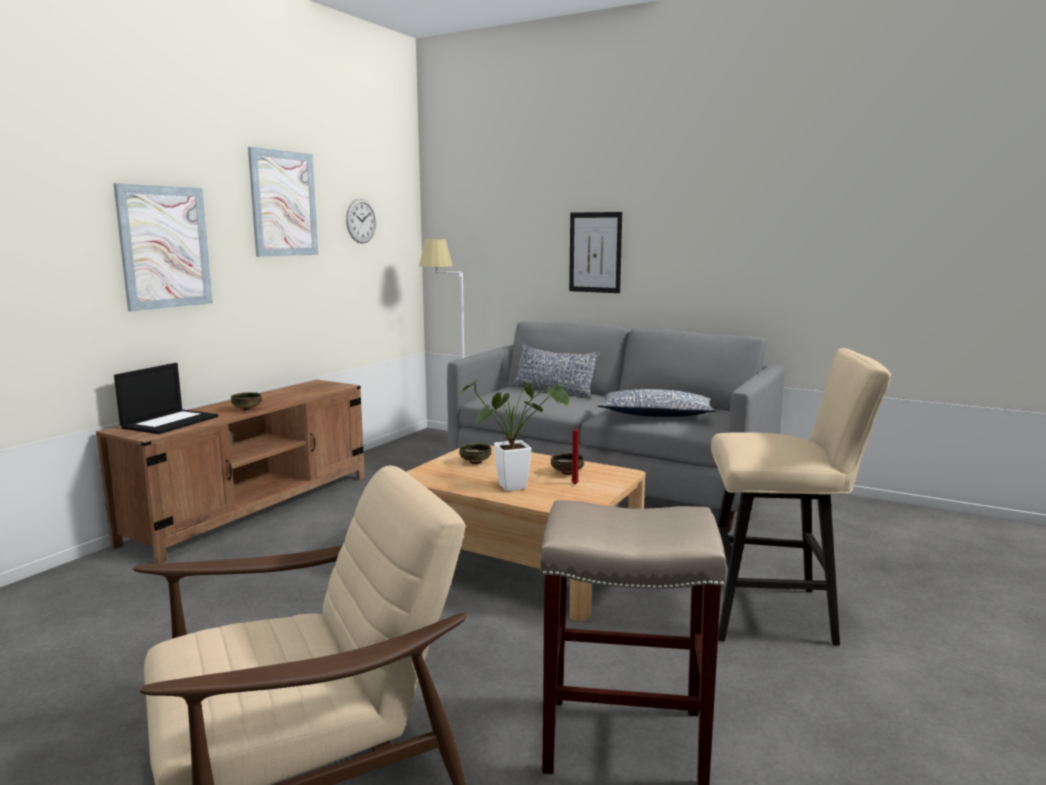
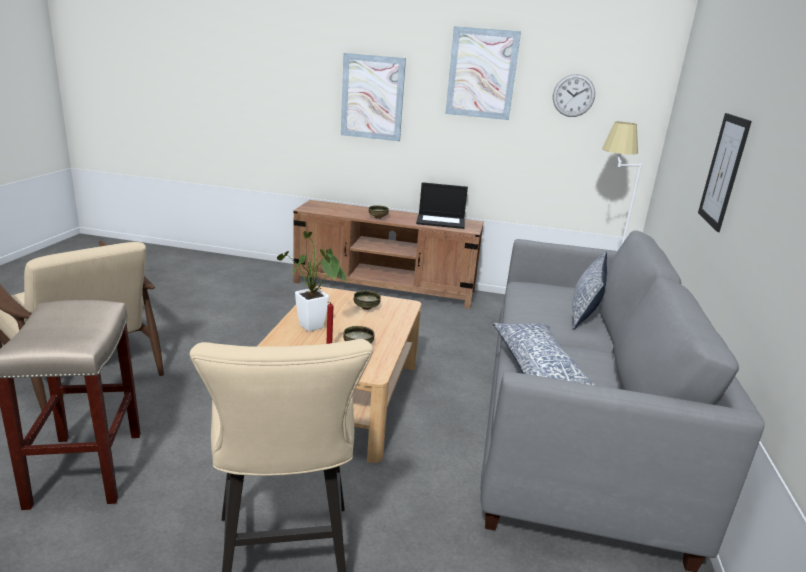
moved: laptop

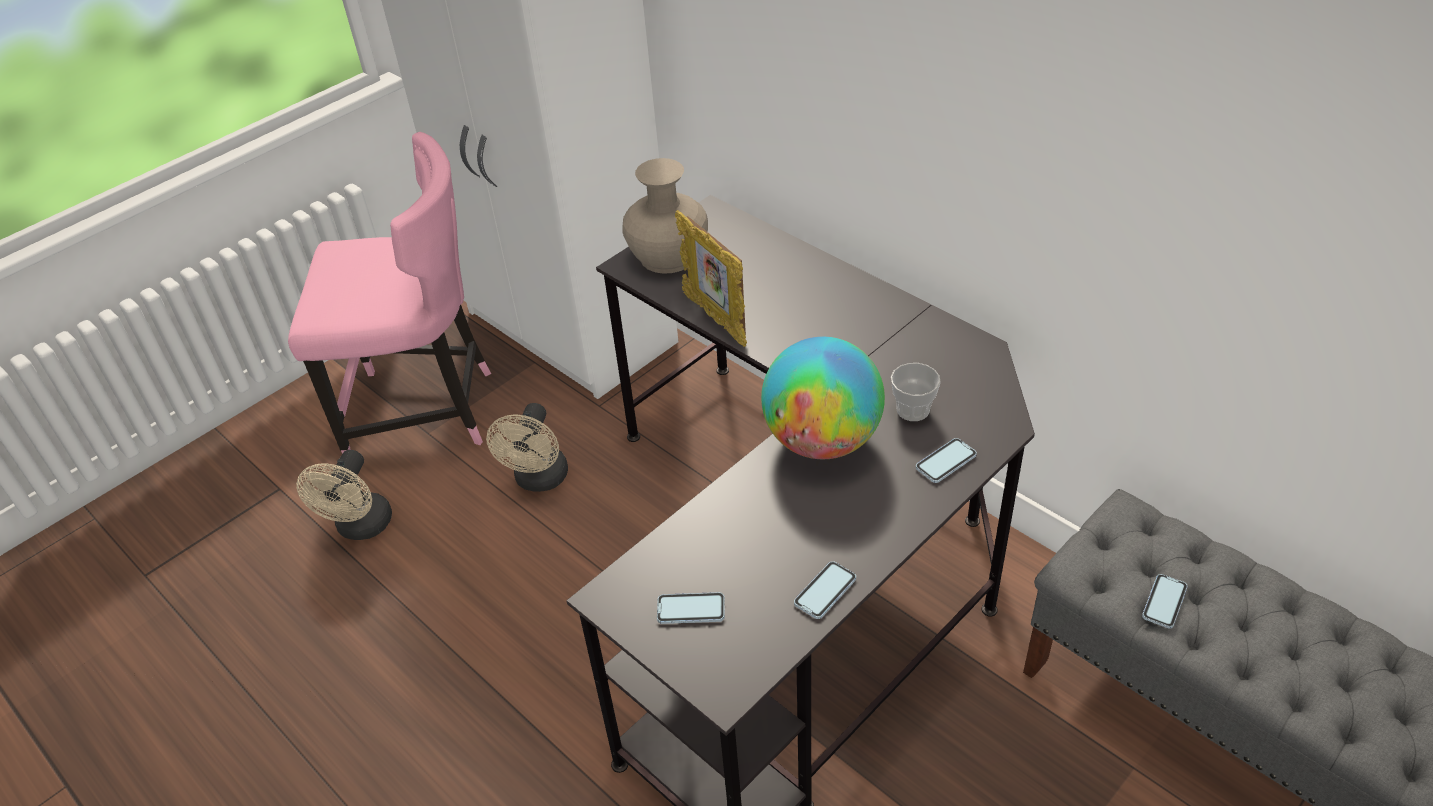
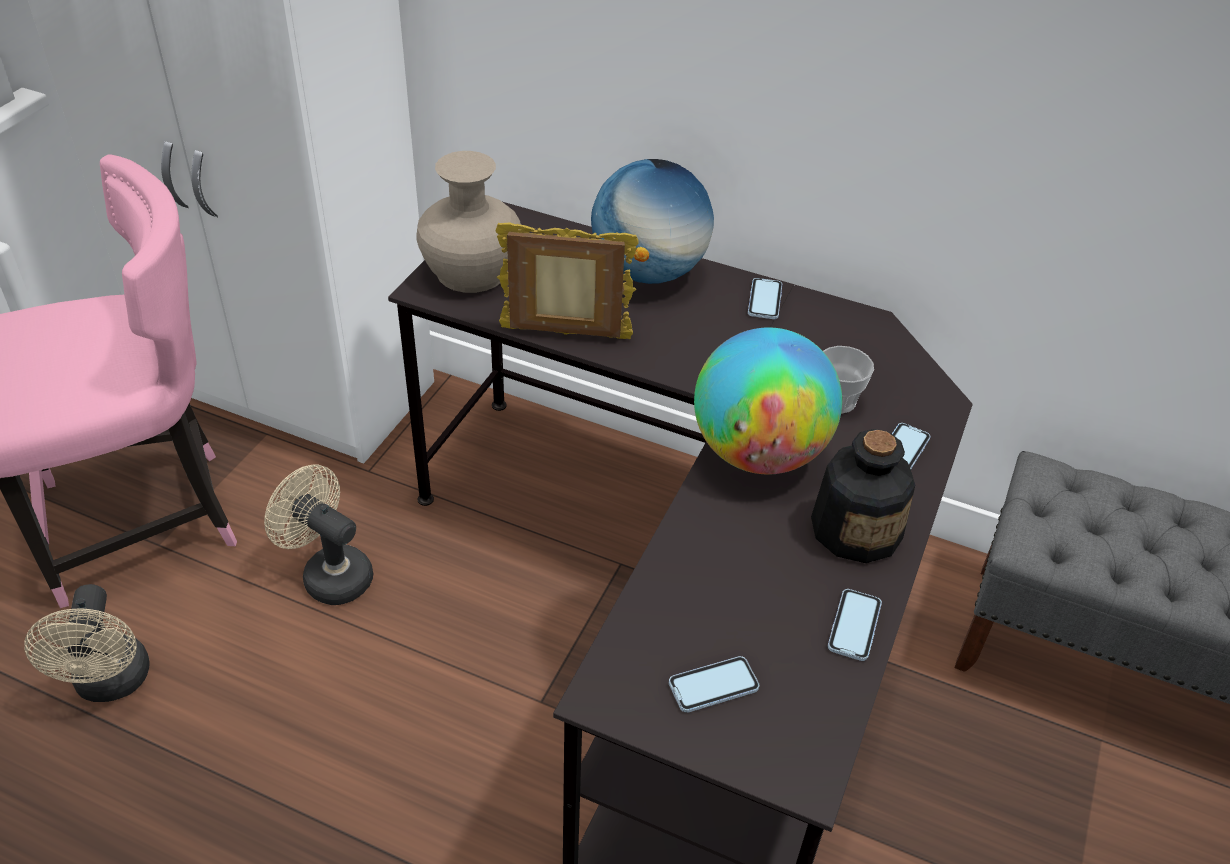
added: globus (1st from left); butelka
moved: telefon (4th from left in the first image) to telefon (2nd from left)
turned: wentylator [beżowy] (2nd from left) 135 degrees clockwise; ramka na zdjęcie 150 degrees clockwise

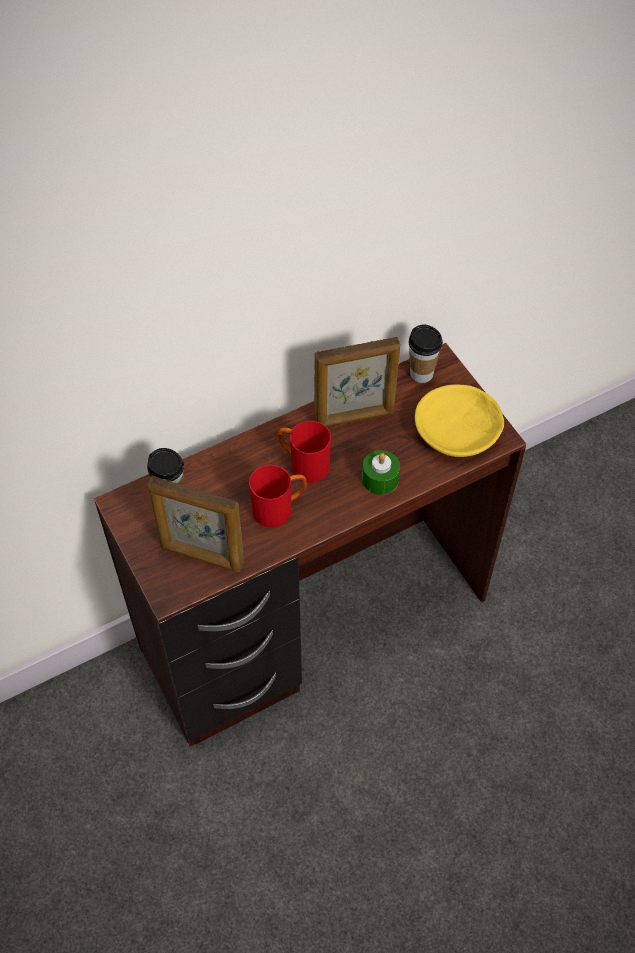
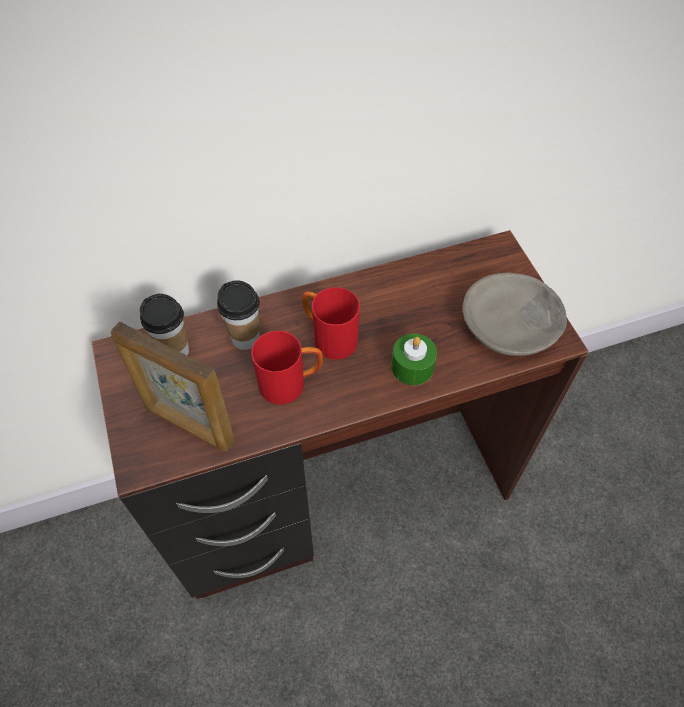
removed: ramka na zdjęcie (2nd from left)
moved: filiżanka (2nd from left)
recoloured: miska [żółty] to miska [szary]

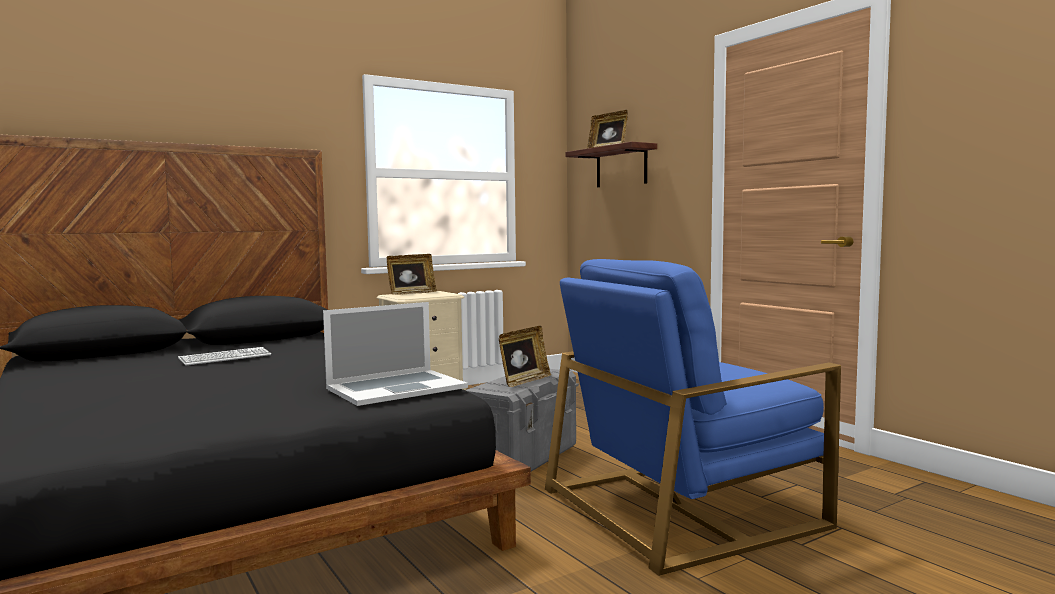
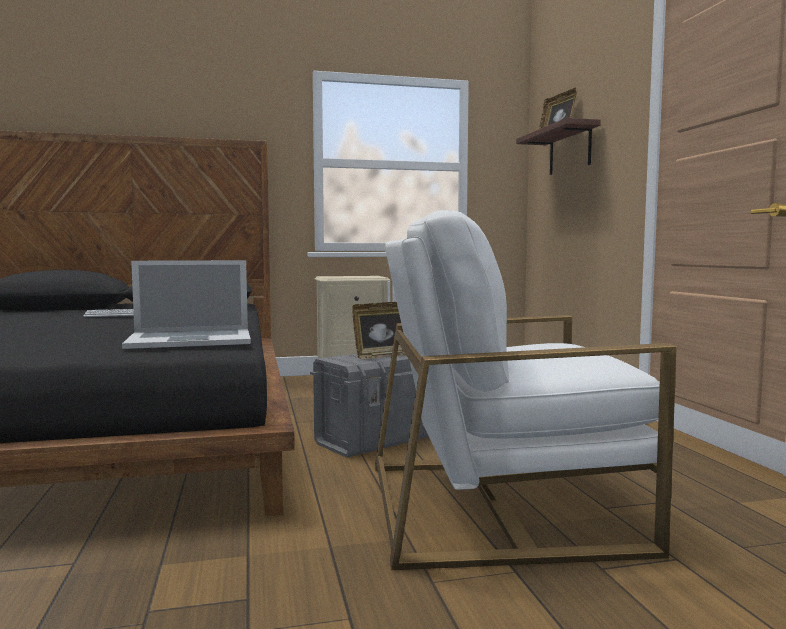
removed: ramka na zdjęcie (1st from left)
recoloured: fotel [niebieski] to fotel [biały]

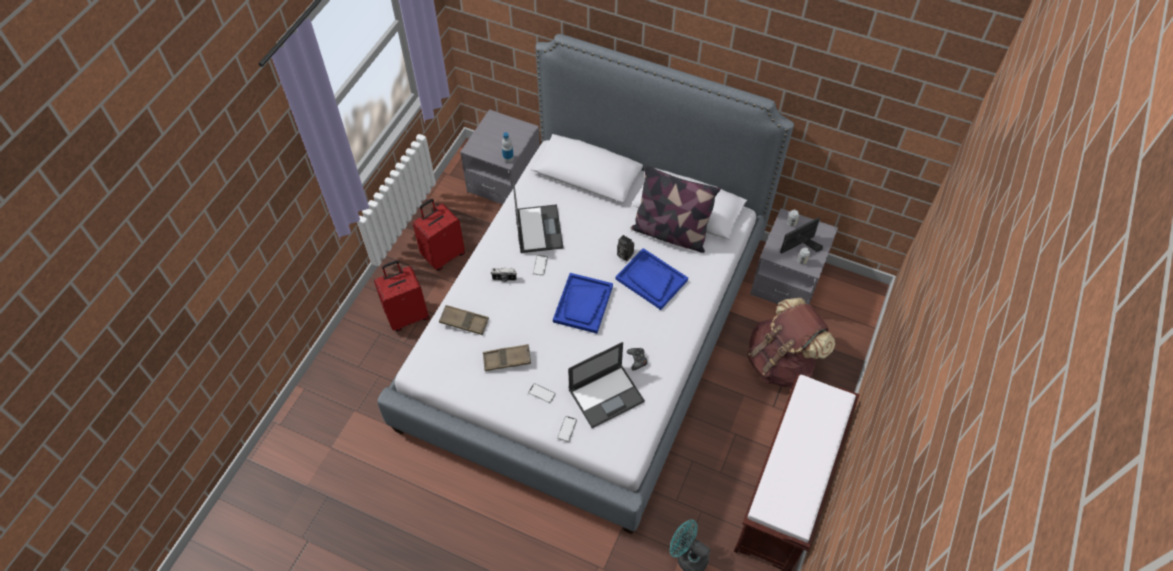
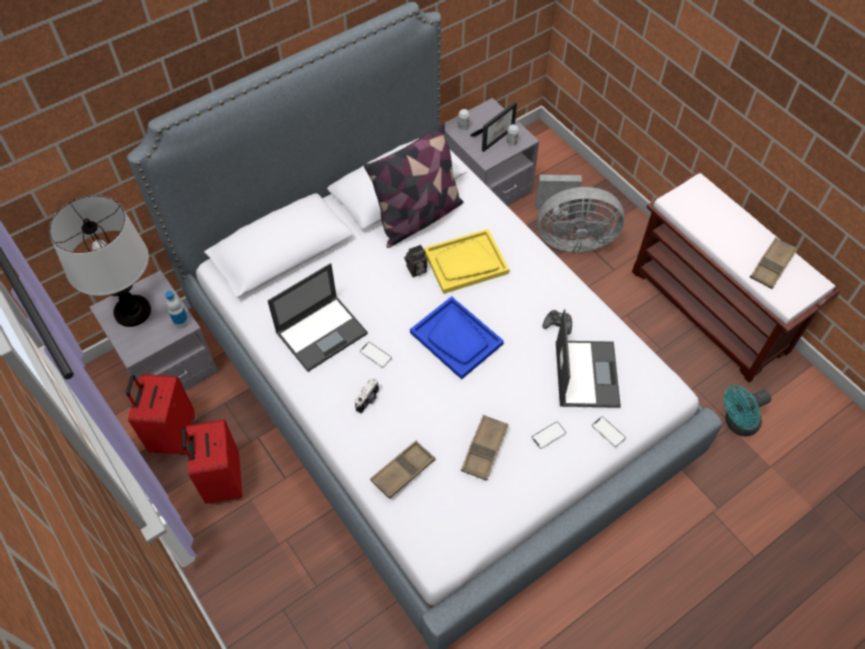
added: lampa stołowa; taca [brązowy] (3rd from left)
moved: walizka [czerwony] (1st from left)
replaced: plecak [brązowy] to wentylator [szary]
recoloured: taca [niebieski] (2nd from left) to taca [żółty]
turned: laptop (1st from left) 120 degrees clockwise; ramka na zdjęcie 135 degrees counterclockwise

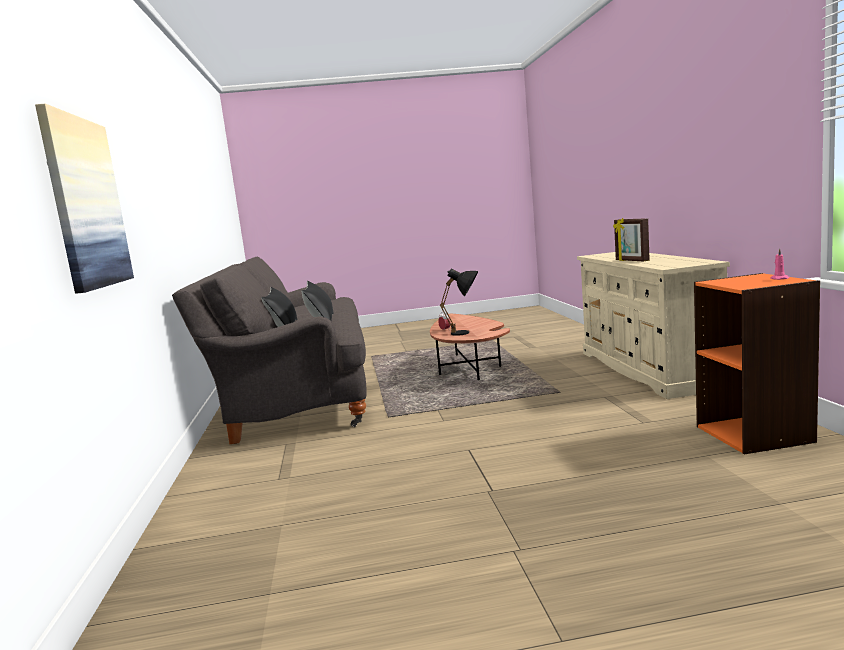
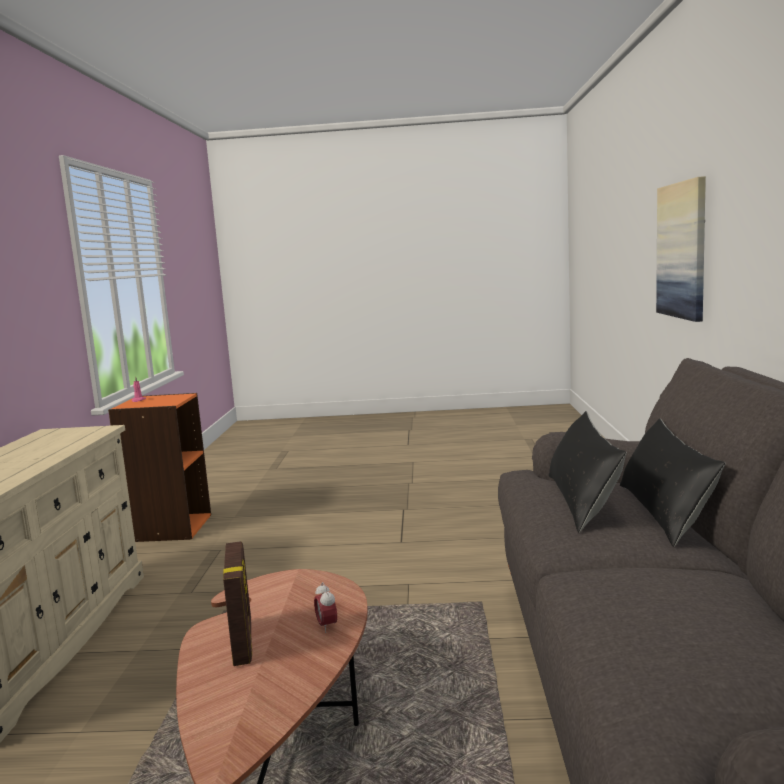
removed: lampa stołowa [czarny]
moved: ramka na zdjęcie

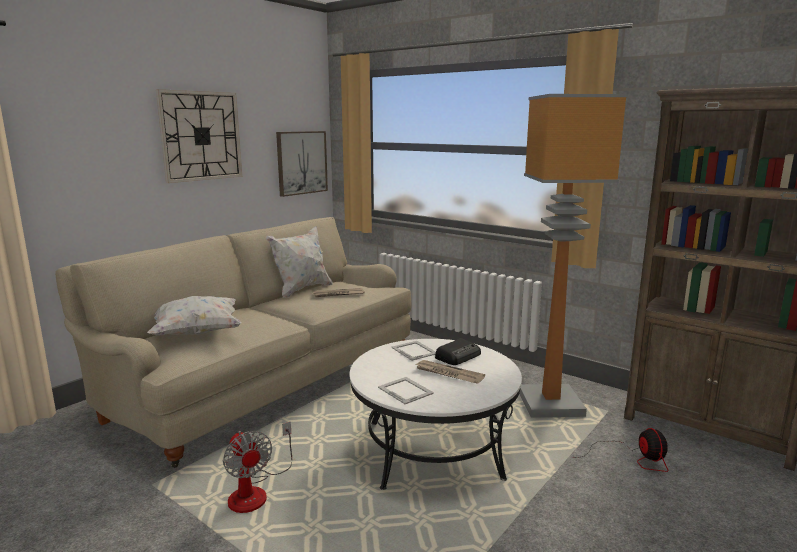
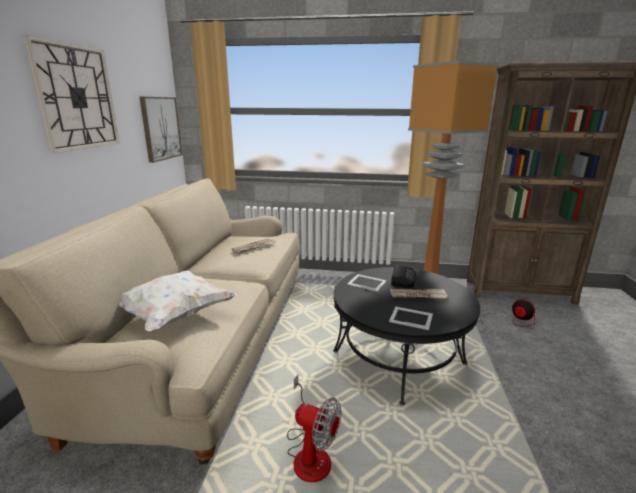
removed: poduszka [biały] (2nd from left)
recoloured: ława [biały] to ława [czarny]

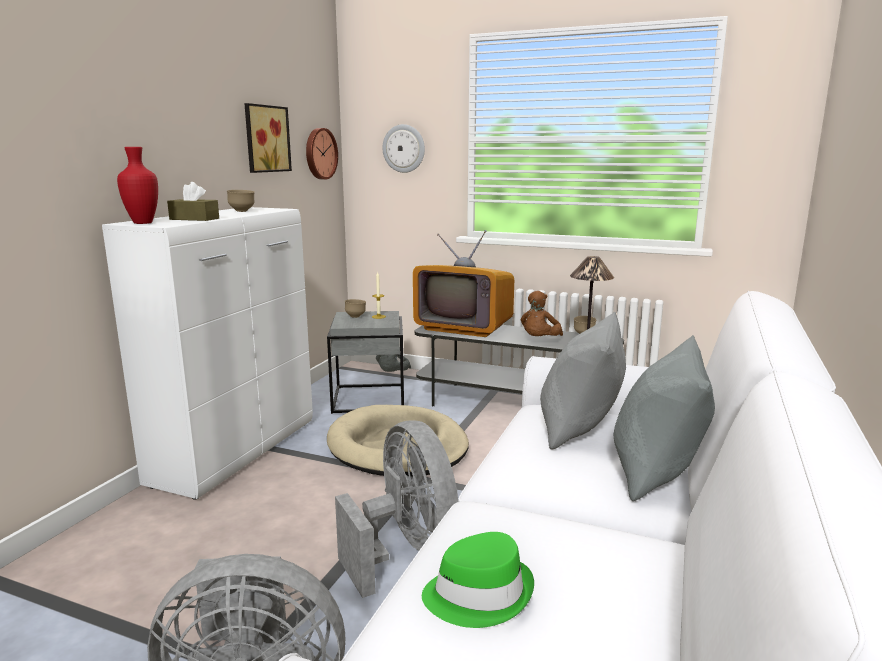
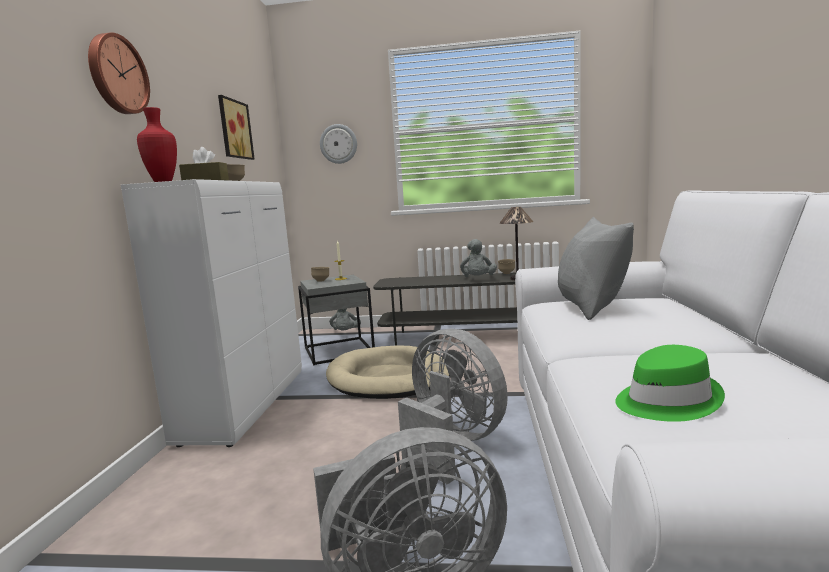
removed: telewizor; poduszka [szary] (2nd from left)
moved: zegar ścienny (1st from left)
recoloured: pluszak [brązowy] to pluszak [szary] (2nd from left)

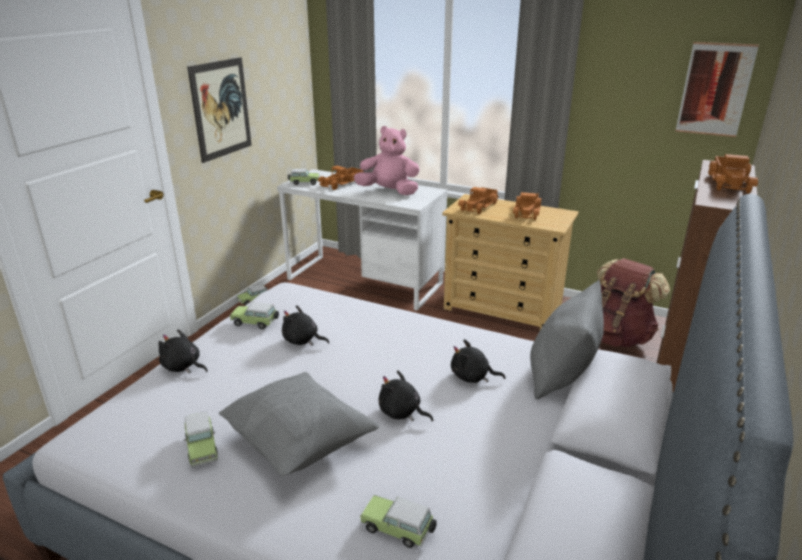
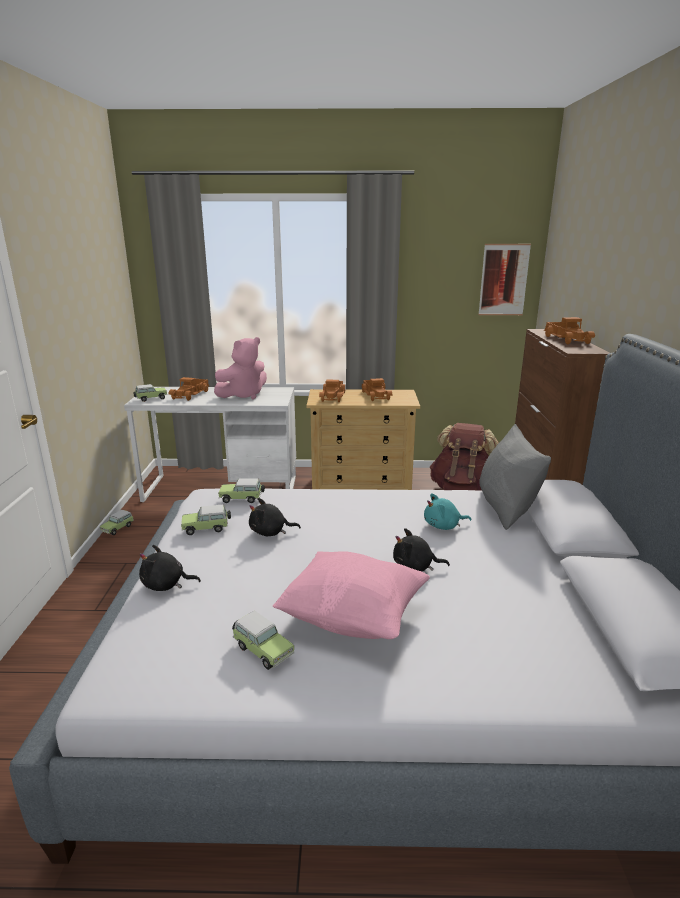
removed: obraz (1st from left)
moved: samochodzik (5th from left in the first image) to samochodzik (4th from left)
recoloured: poduszka [szary] (1st from left) to poduszka [różowy]; pluszak [czarny] (4th from left) to pluszak [turkusowy]
turned: pluszak [różowy] 150 degrees clockwise

